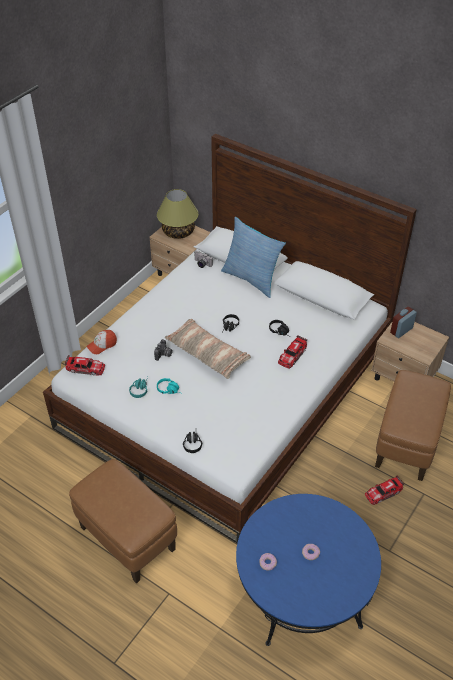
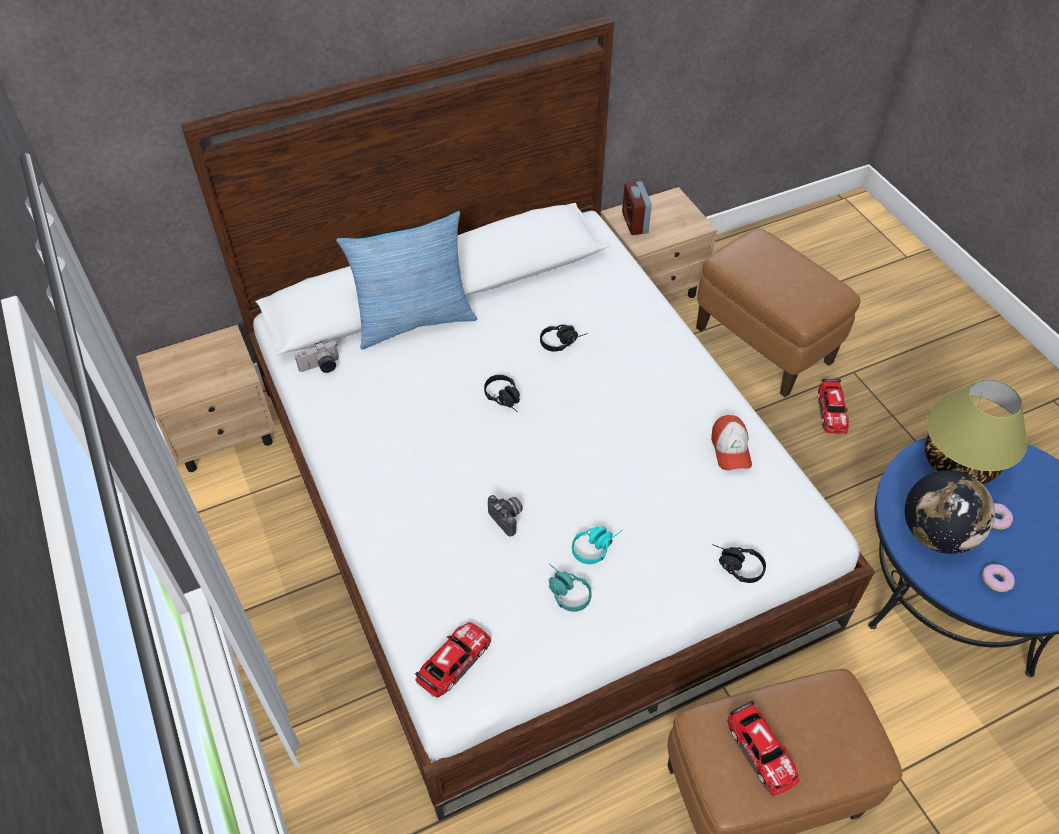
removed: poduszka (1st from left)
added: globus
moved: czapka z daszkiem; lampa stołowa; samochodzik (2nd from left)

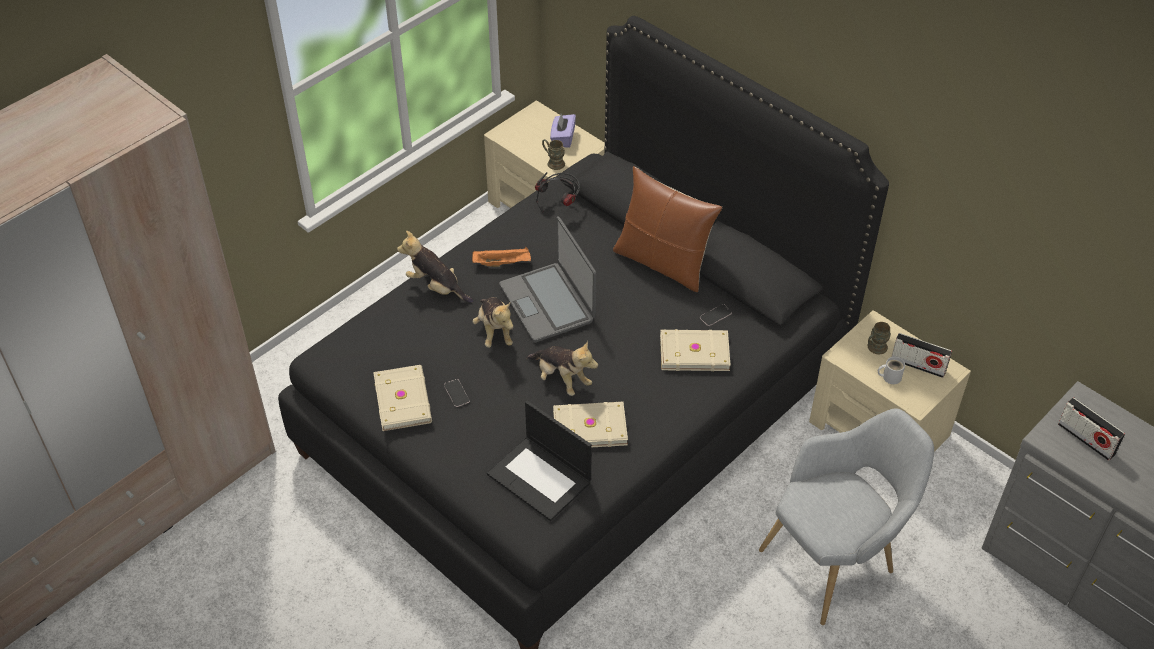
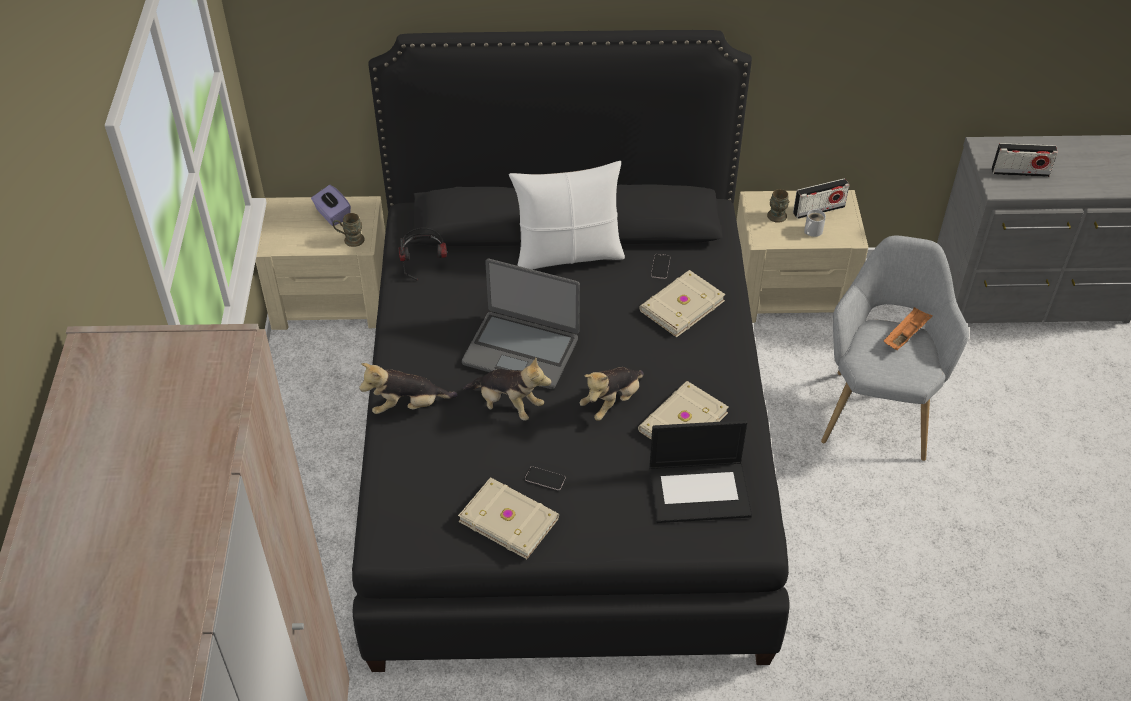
moved: taca [pomarańczowy]
recoloured: poduszka [brązowy] to poduszka [biały]
turned: pluszak (3rd from left) 135 degrees clockwise

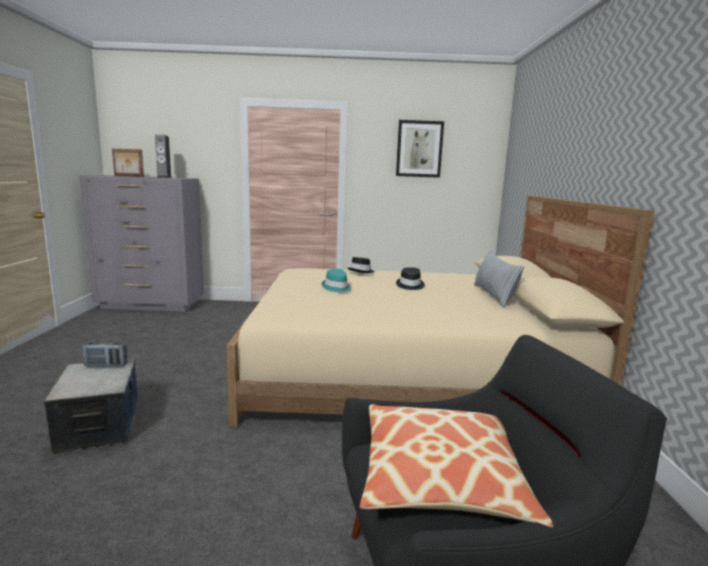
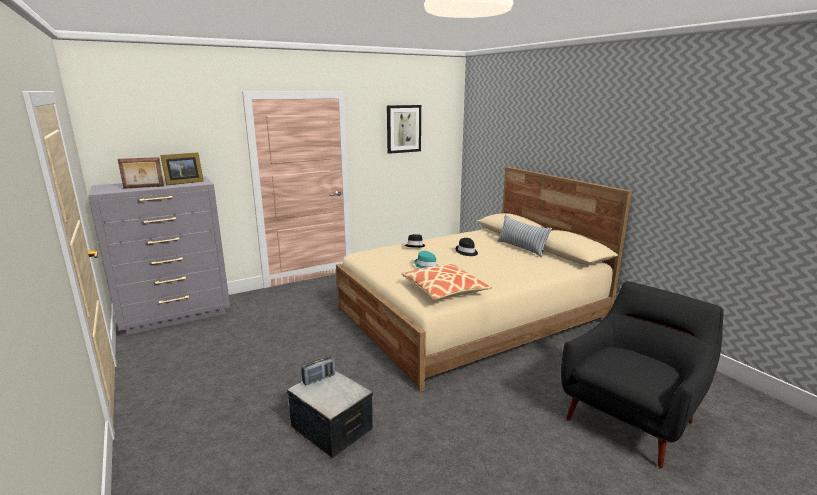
moved: poduszka (1st from left)
replaced: głośnik to ramka na zdjęcie (2nd from left)

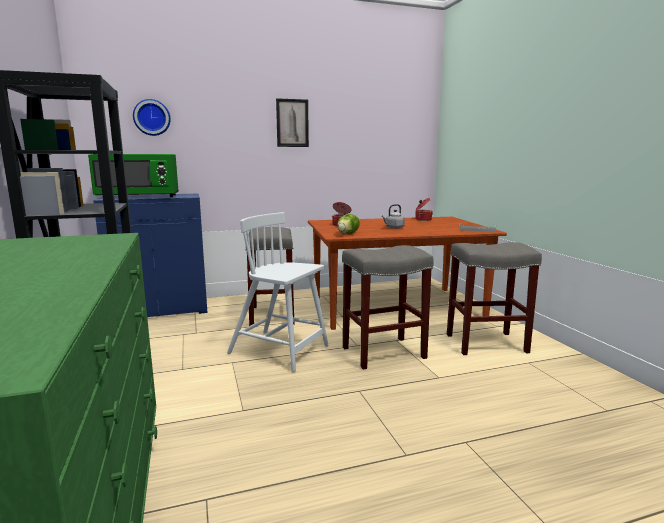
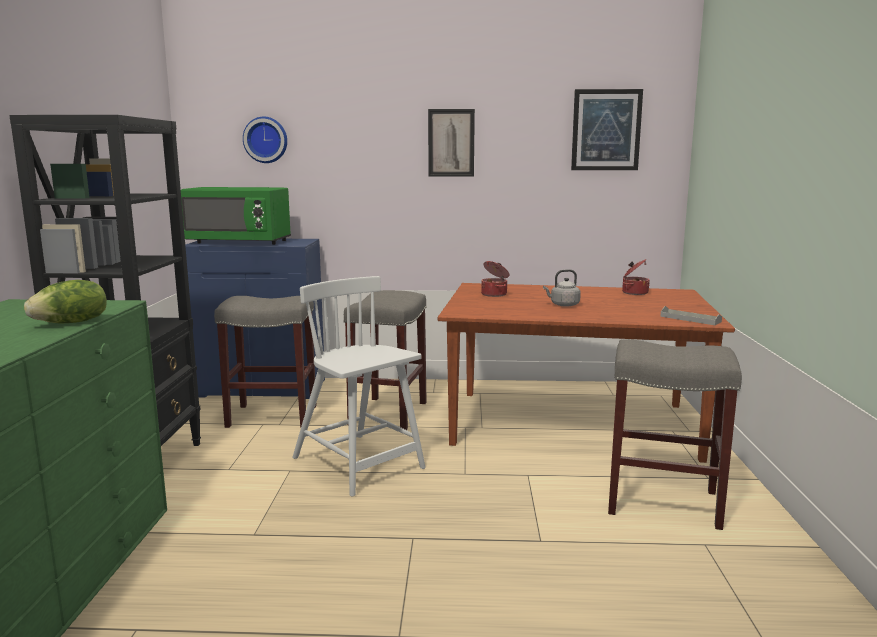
added: obraz (2nd from left)
moved: sałata; stołek [szary] (2nd from left in the first image) to stołek [szary] (1st from left)

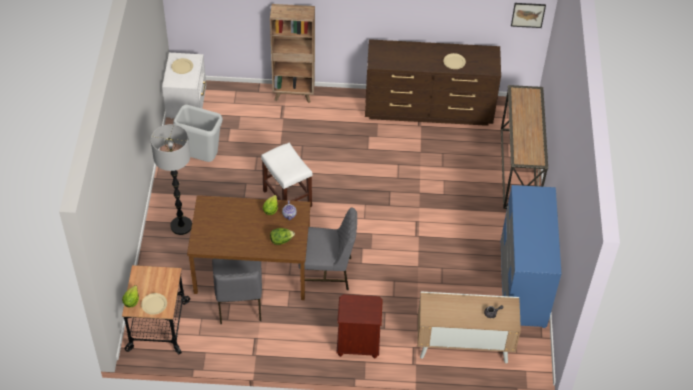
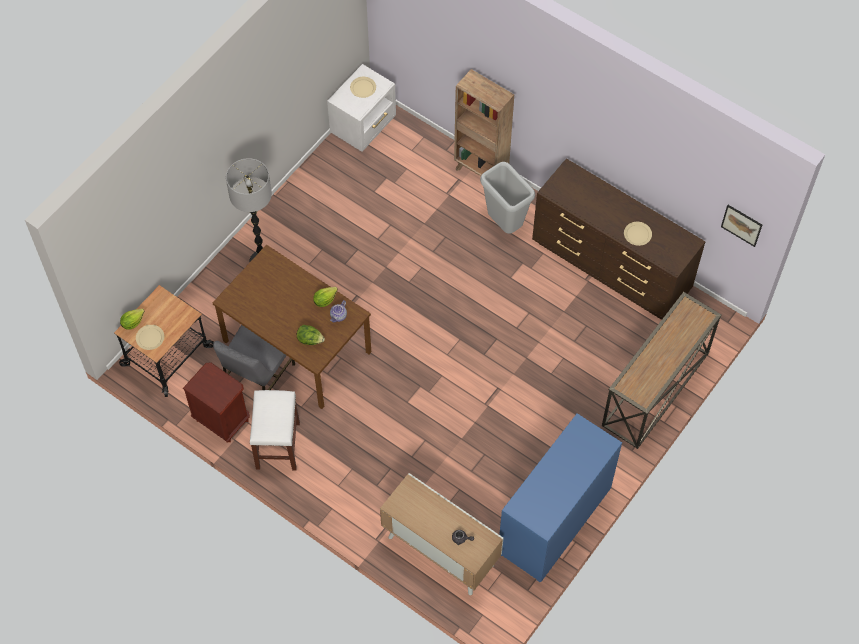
removed: krzesło [szary] (2nd from left)
moved: kosz na śmieci [szary]; stołek [biały]; szafka nocna [brązowy]

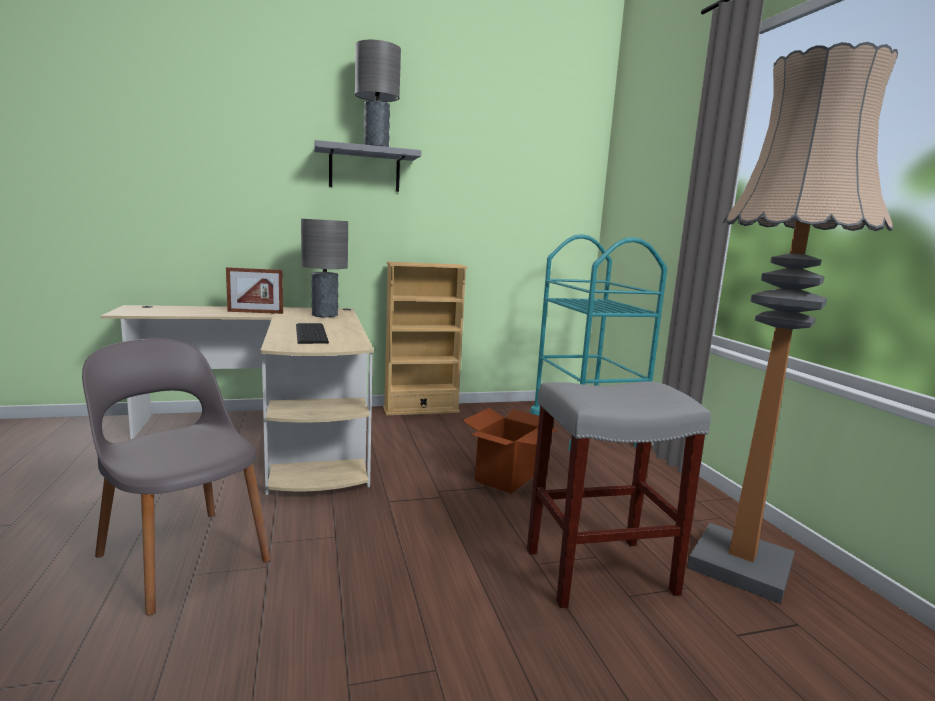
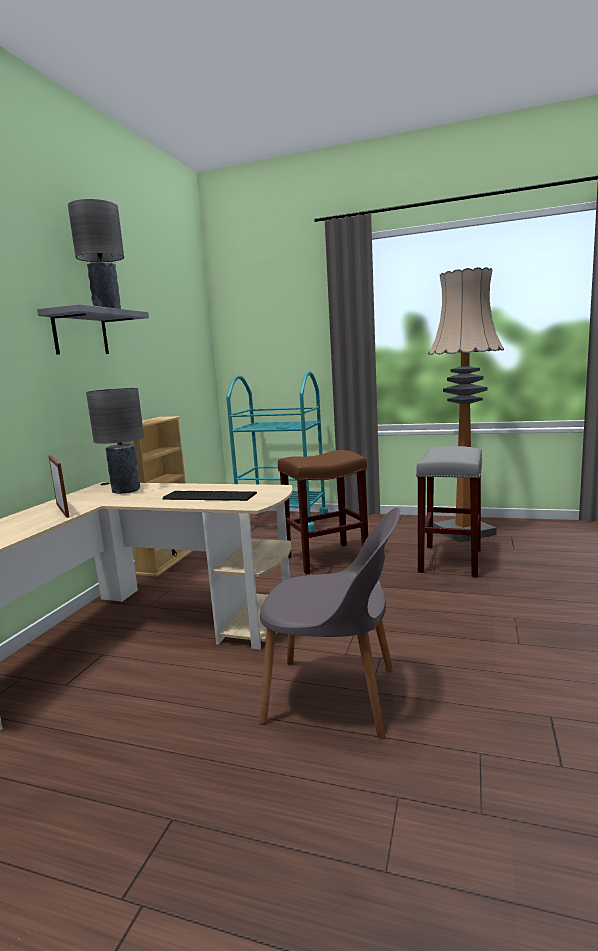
replaced: karton to stołek [brązowy]
turned: krzesło [szary] 150 degrees counterclockwise; ramka na zdjęcie 60 degrees counterclockwise

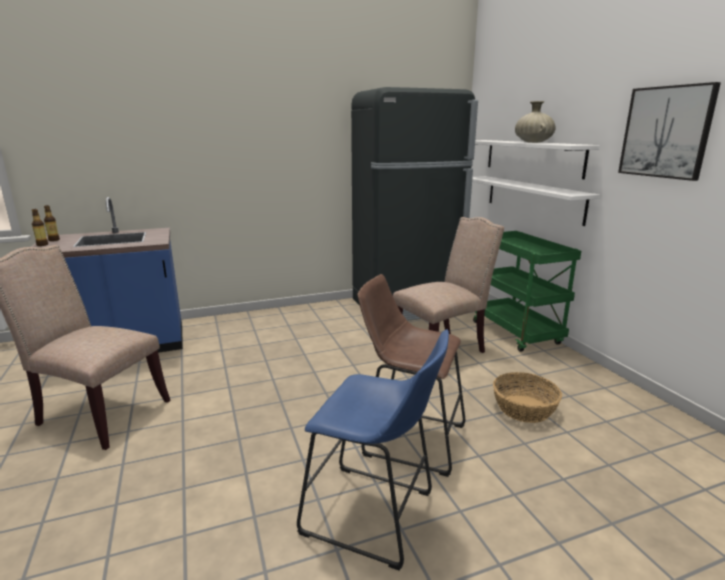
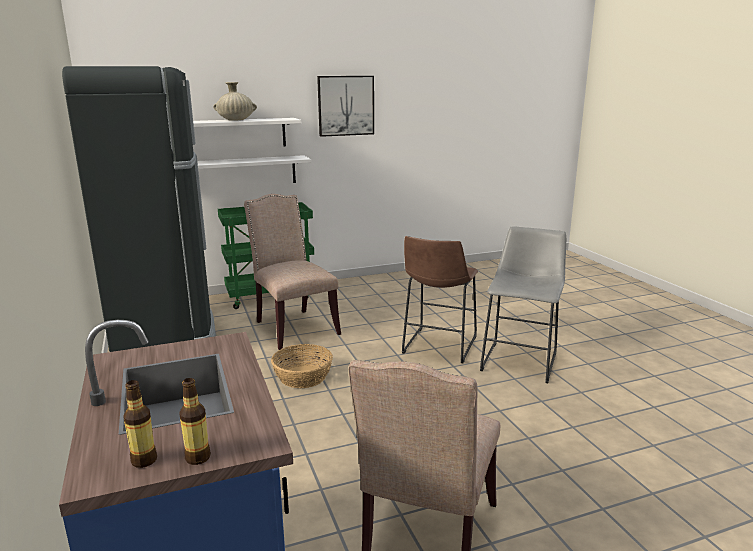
moved: koszyk
recoloured: stołek [niebieski] to stołek [szary]

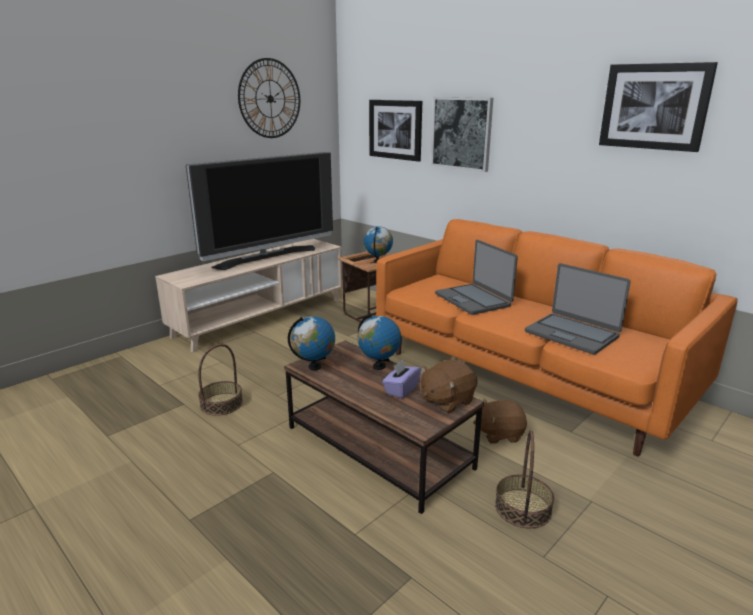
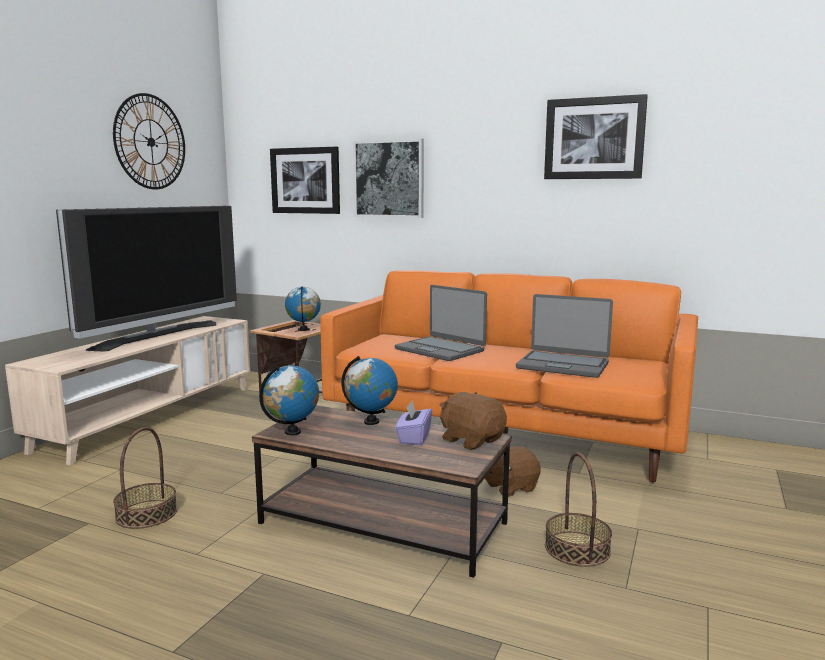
turned: pluszak [brązowy] (1st from left) 105 degrees clockwise

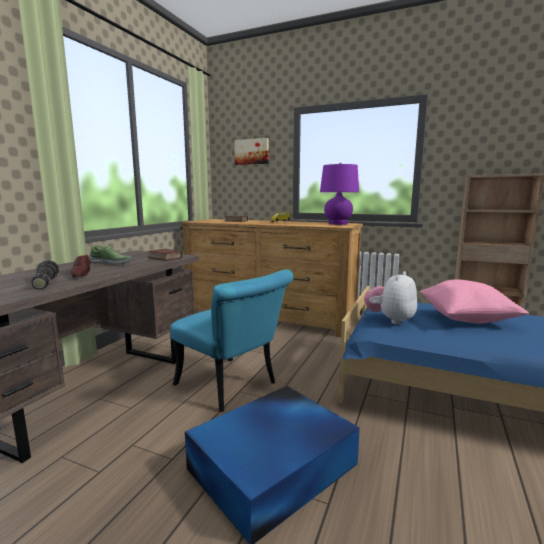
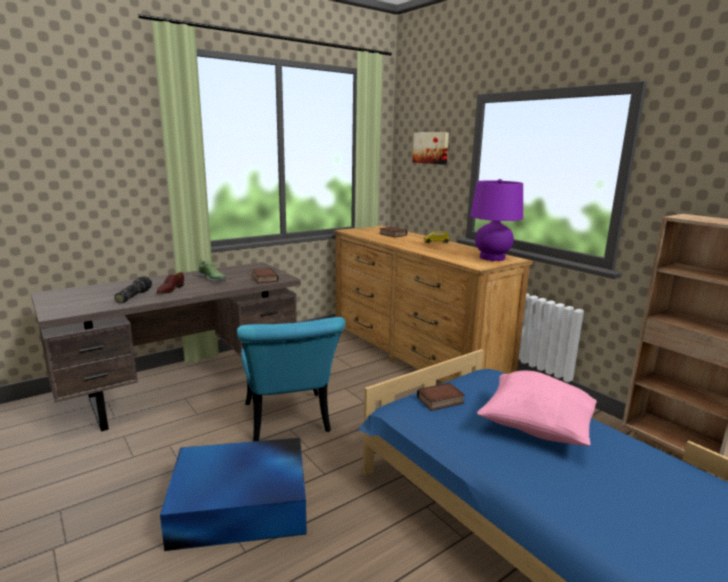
replaced: pluszak to książka (3rd from left)

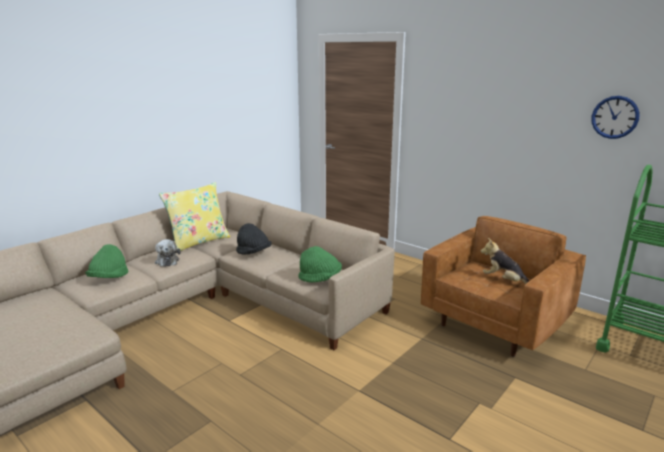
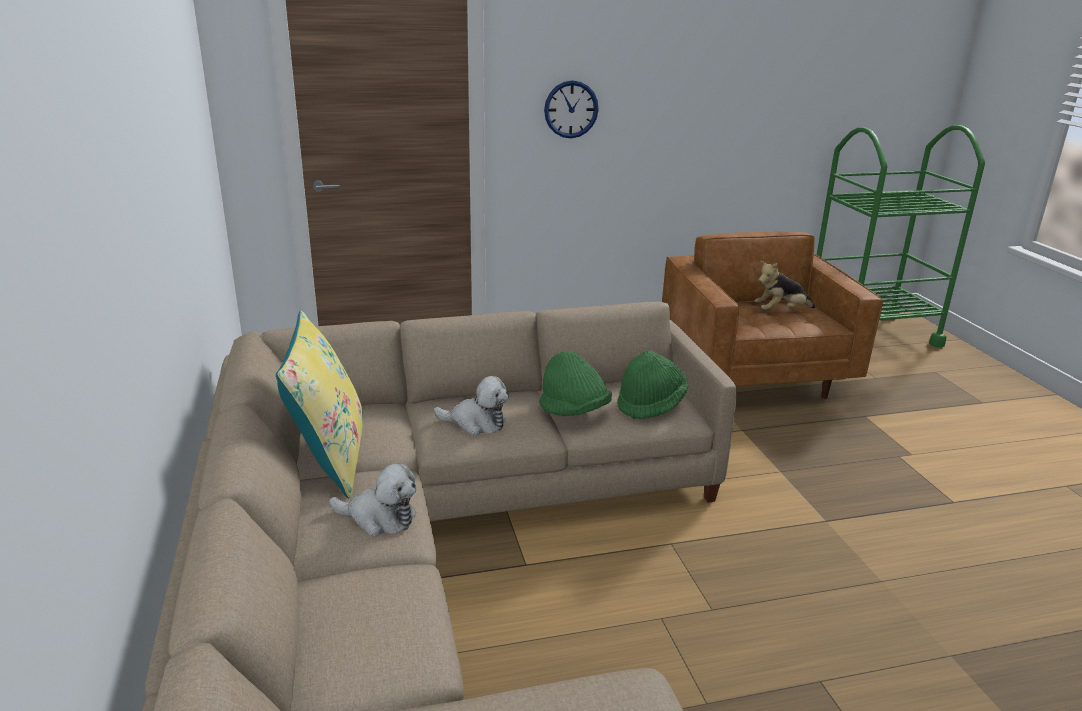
moved: kapelusz [zielony] (1st from left); zegar ścienny
replaced: kapelusz [czarny] to pluszak (2nd from left)

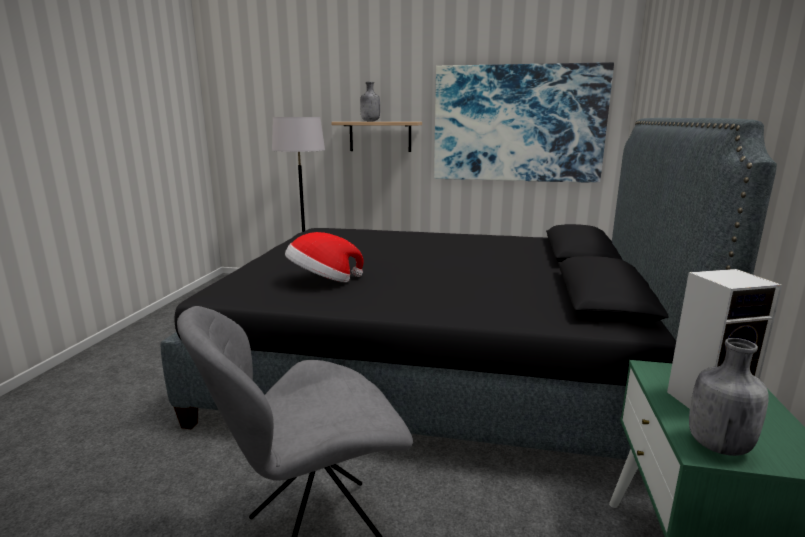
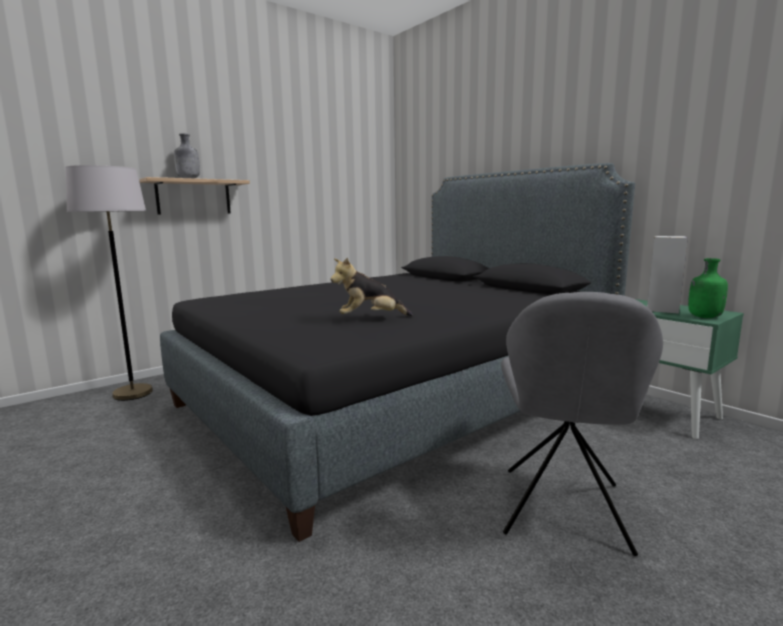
removed: obraz
replaced: kapelusz to pluszak
recoloured: butelka [szary] (2nd from left) to butelka [zielony]

